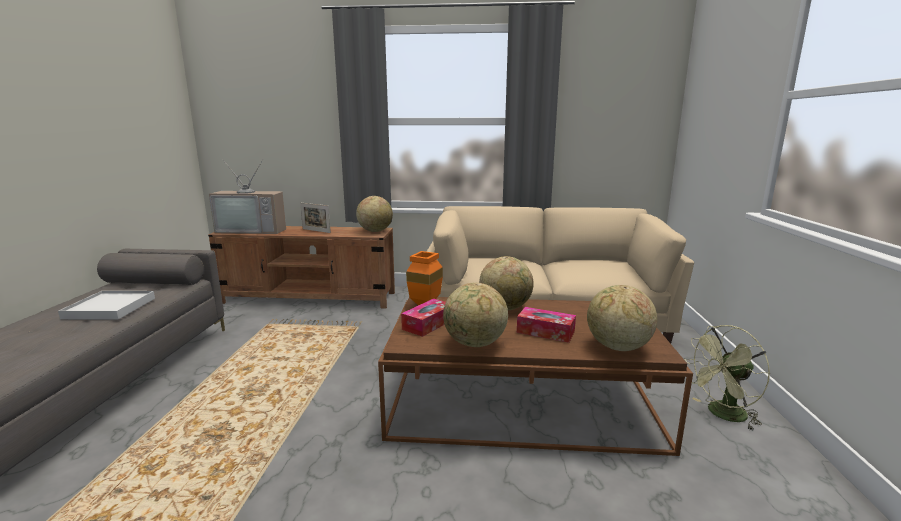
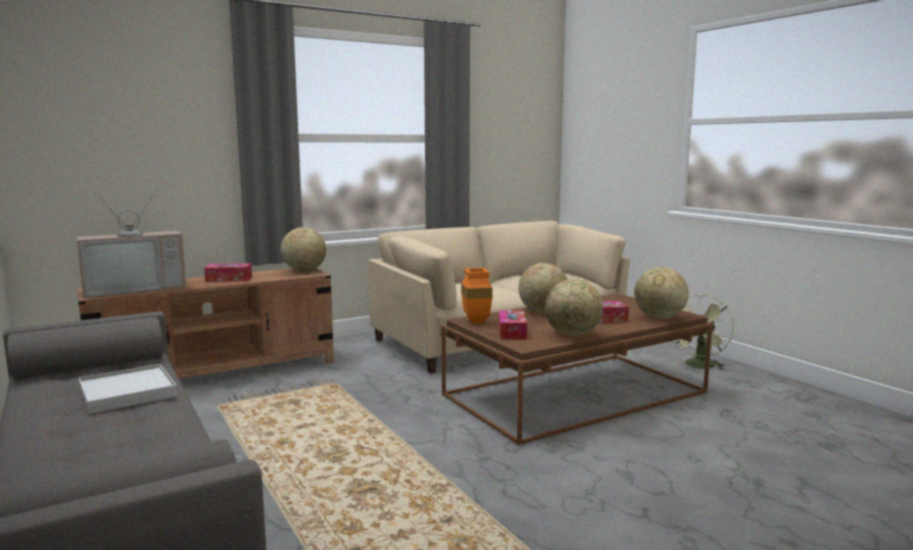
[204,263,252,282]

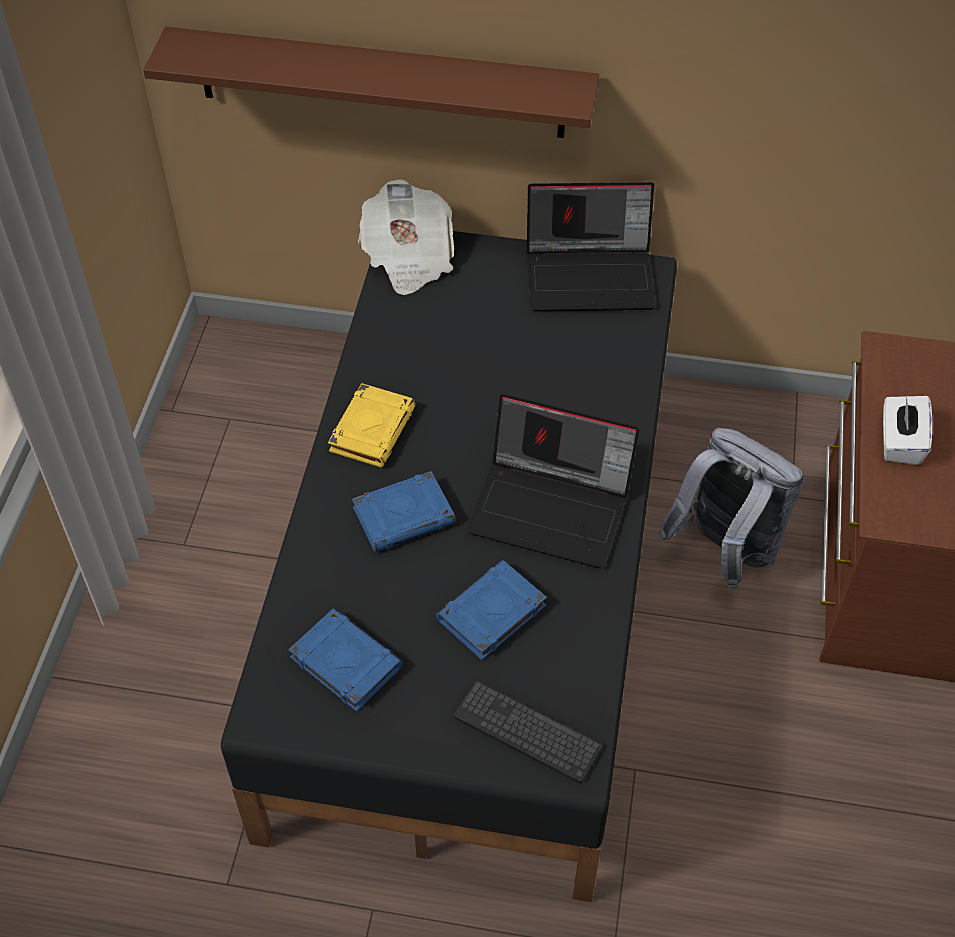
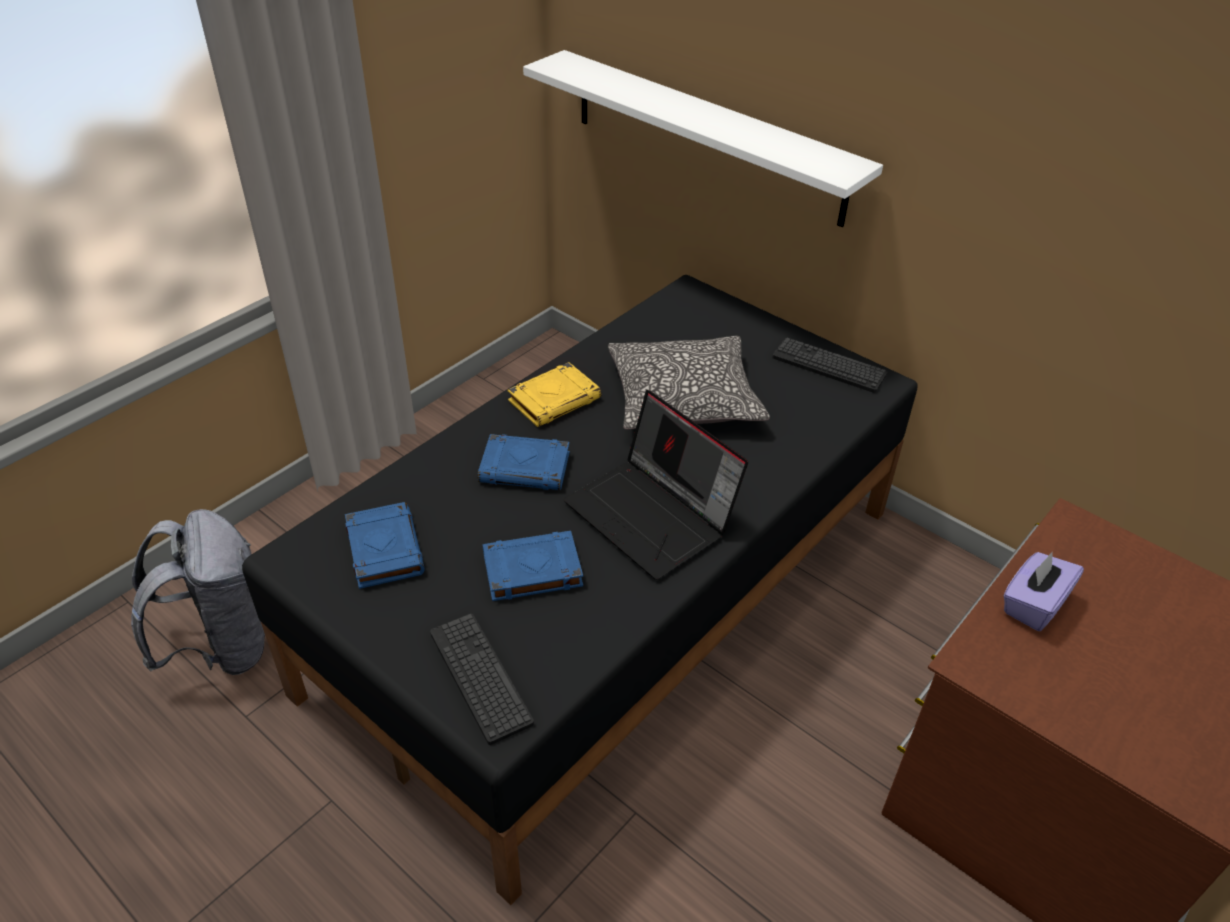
[131,509,265,675]
[523,50,883,227]
[608,336,770,430]
[772,338,887,393]
[1003,551,1084,631]
[358,180,454,295] (first image)

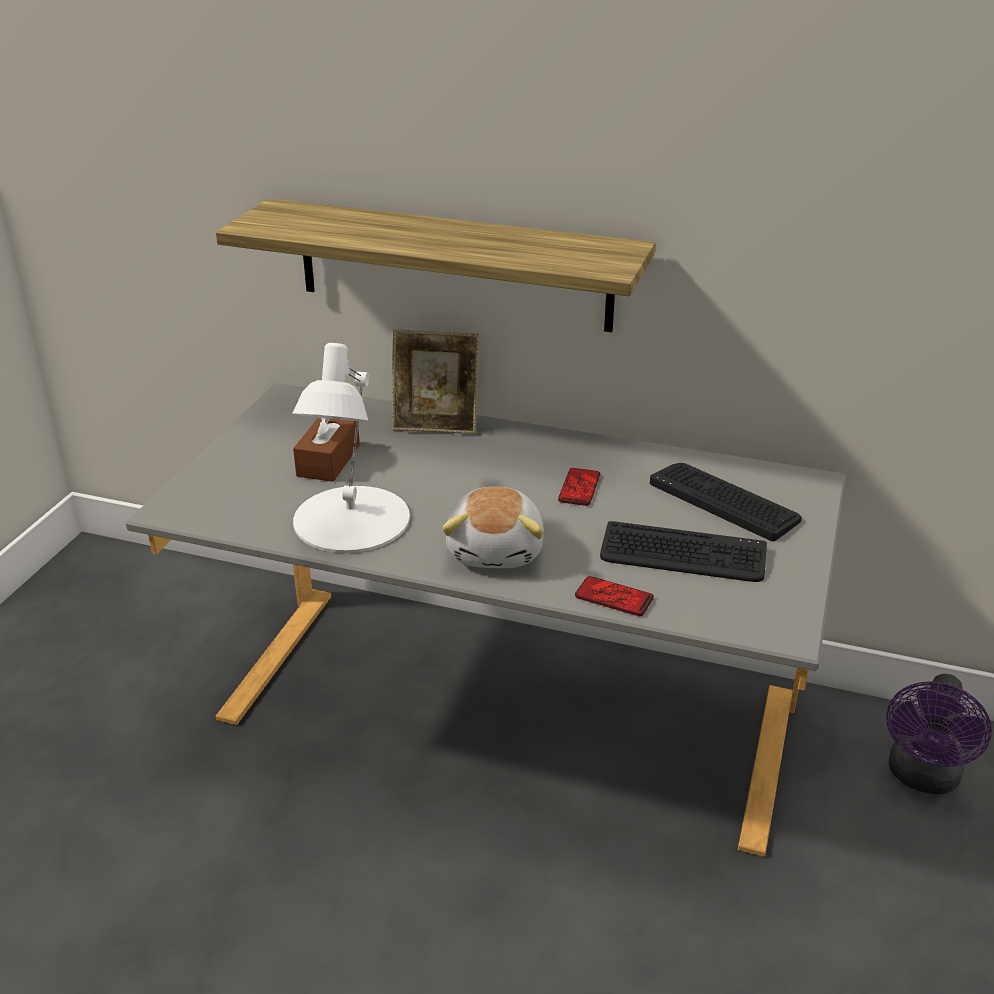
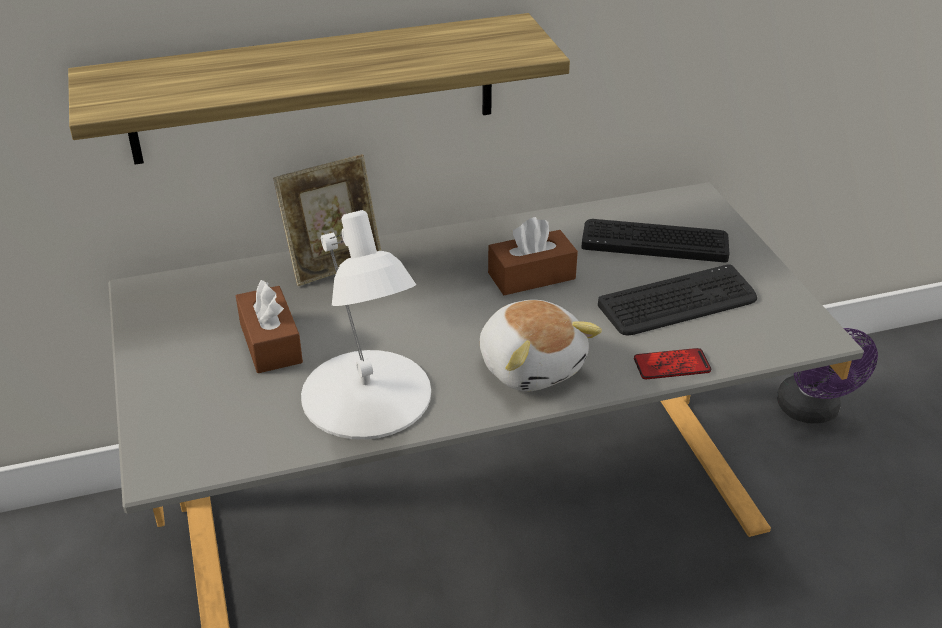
[488,217,578,295]

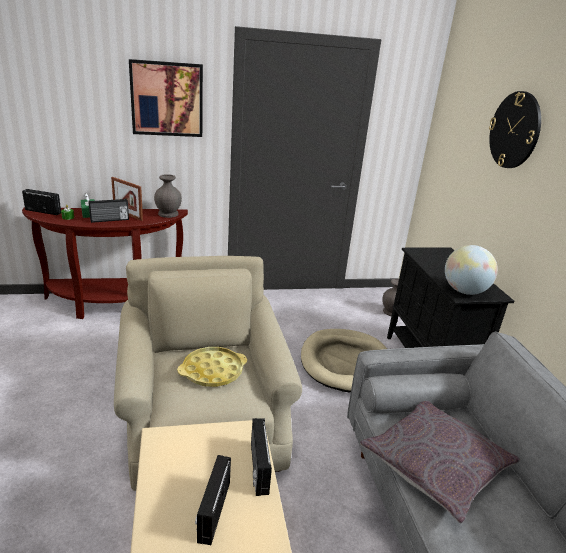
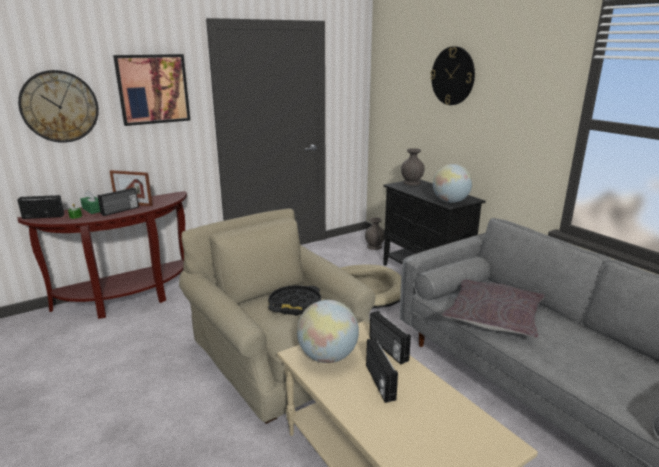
[18,70,99,143]
[268,285,321,316]
[297,300,359,363]
[401,148,425,186]

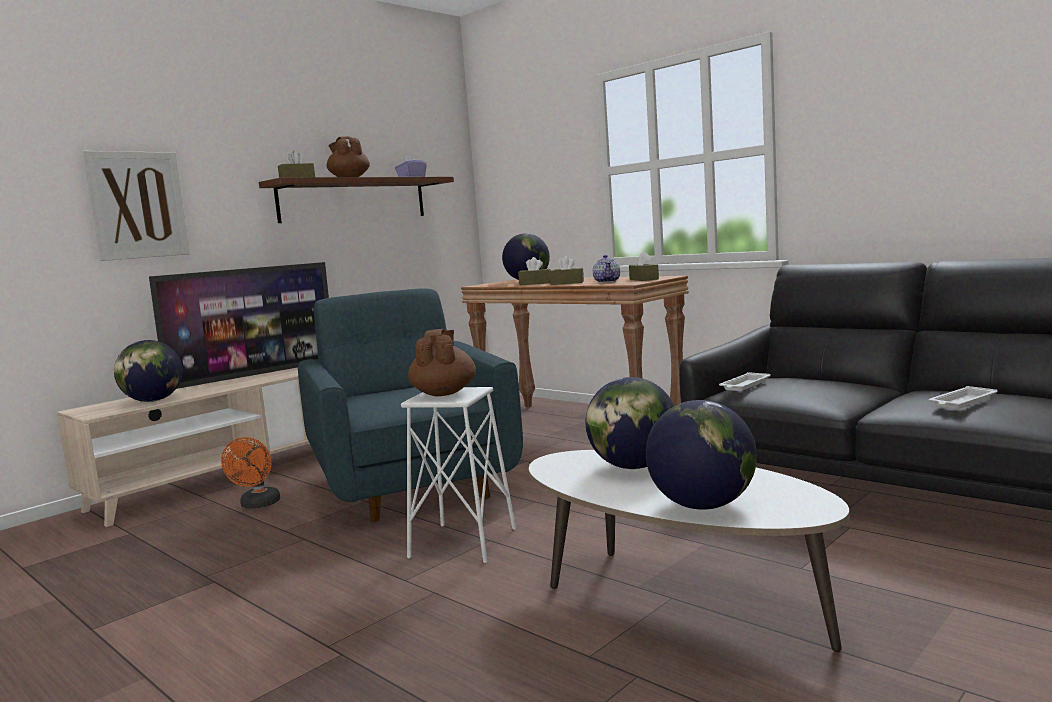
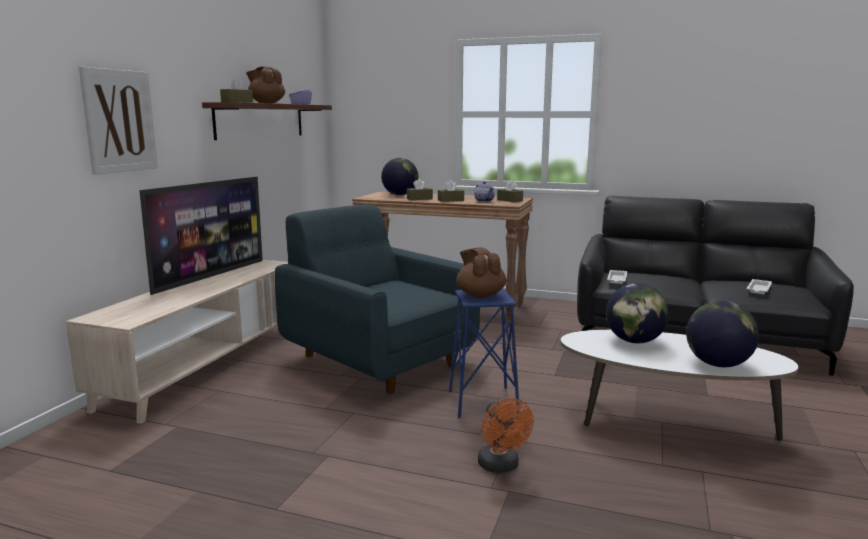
[449,289,519,418]
[478,398,534,473]
[114,340,183,402] (first image)

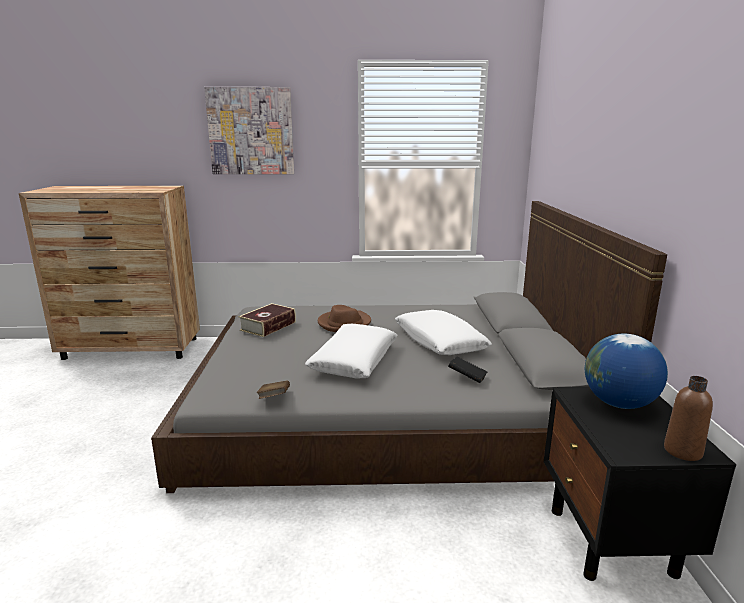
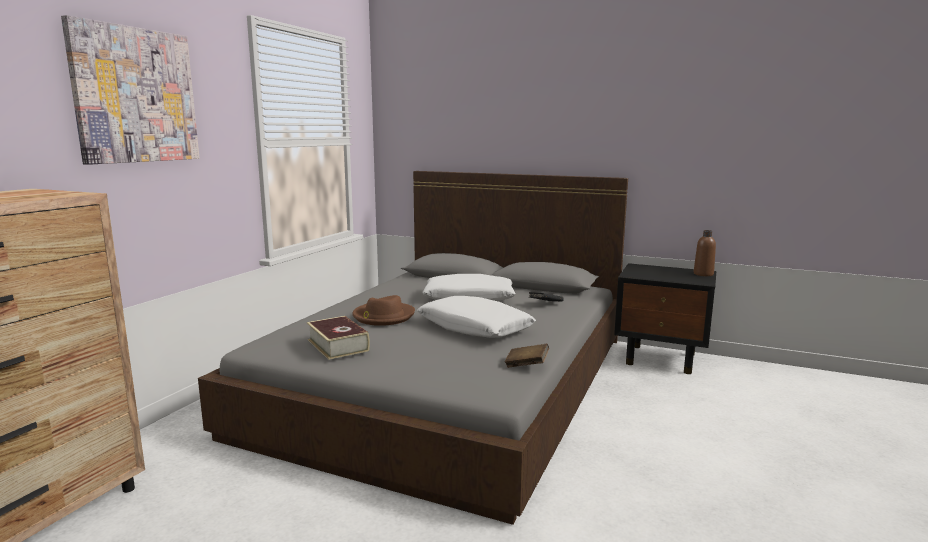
[585,334,668,409] (first image)

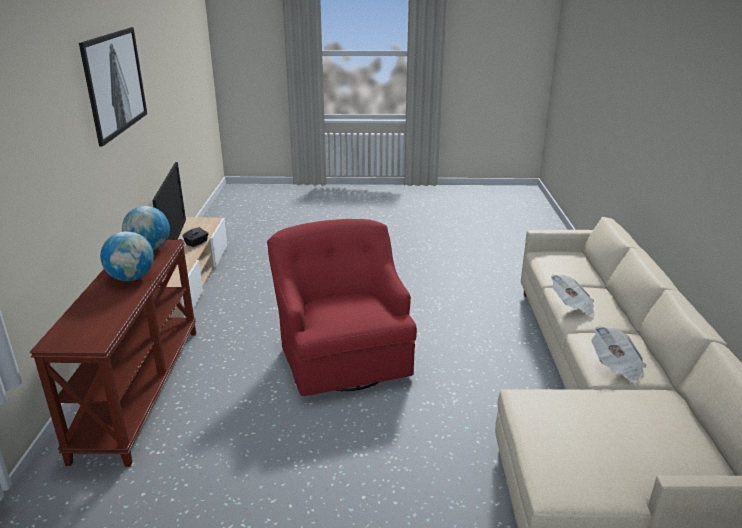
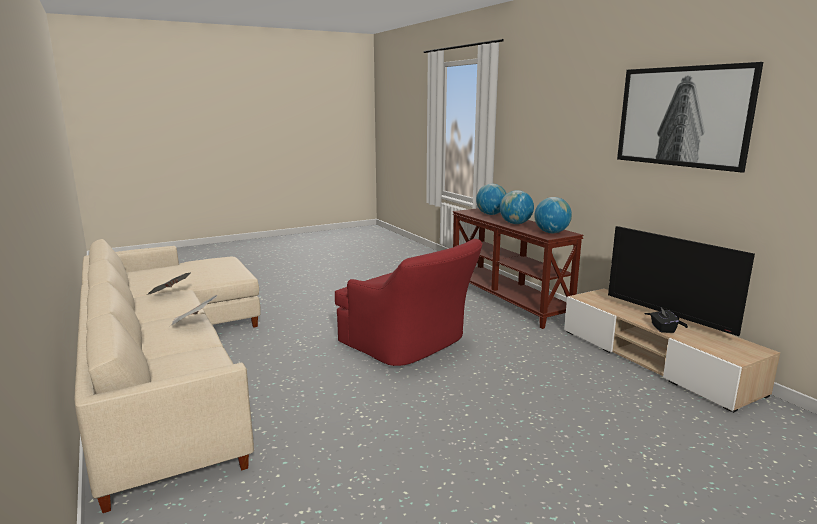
[476,184,507,215]

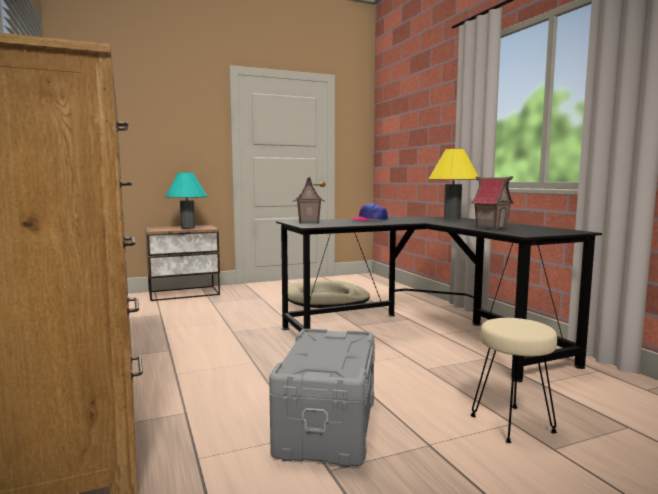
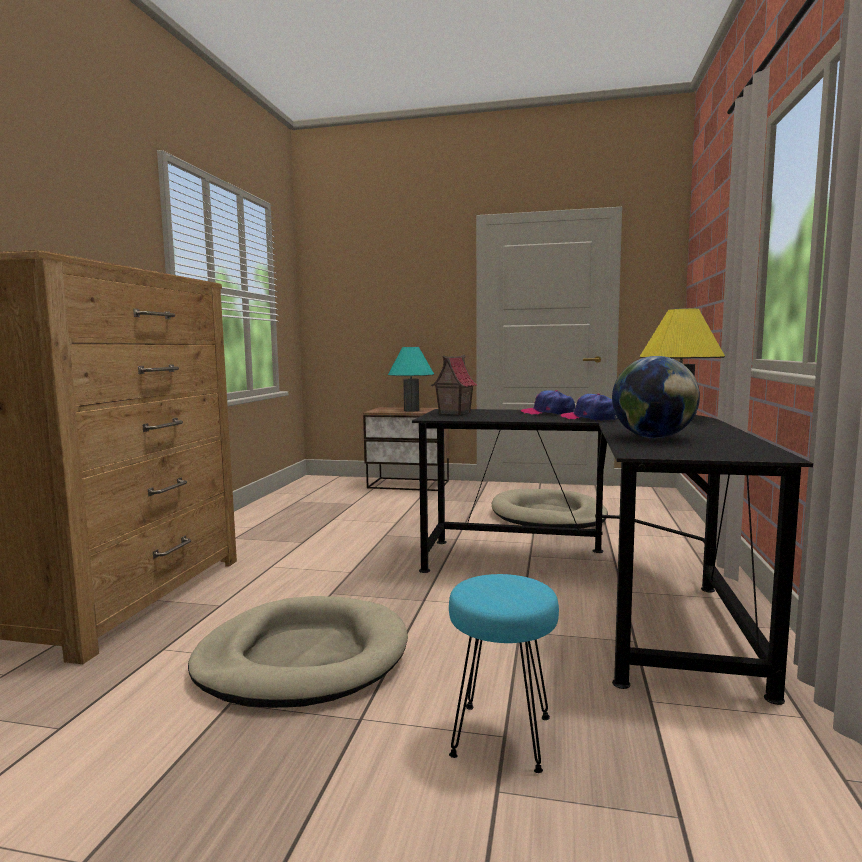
[188,596,408,708]
[449,574,559,773]
[561,394,618,421]
[612,356,700,438]

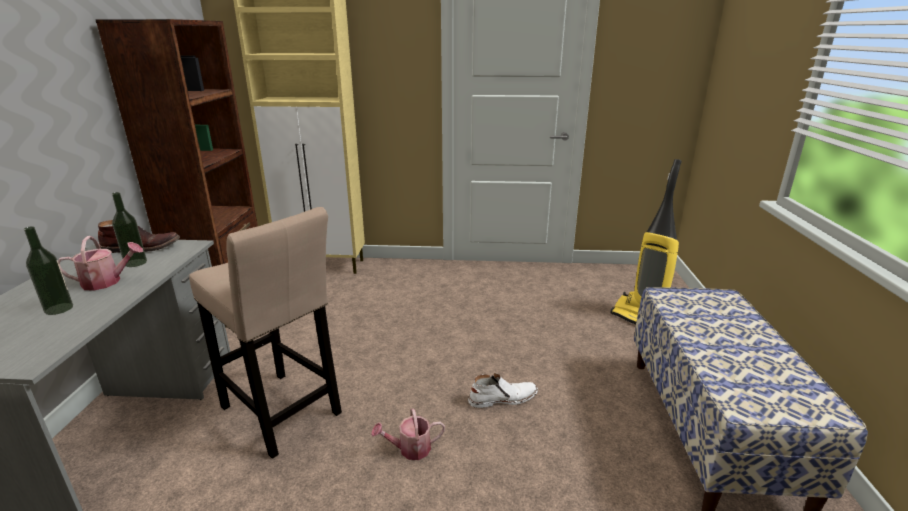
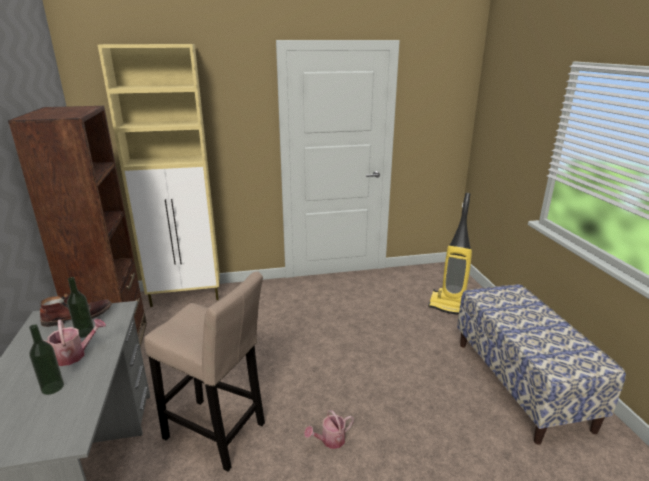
[468,373,538,408] (first image)

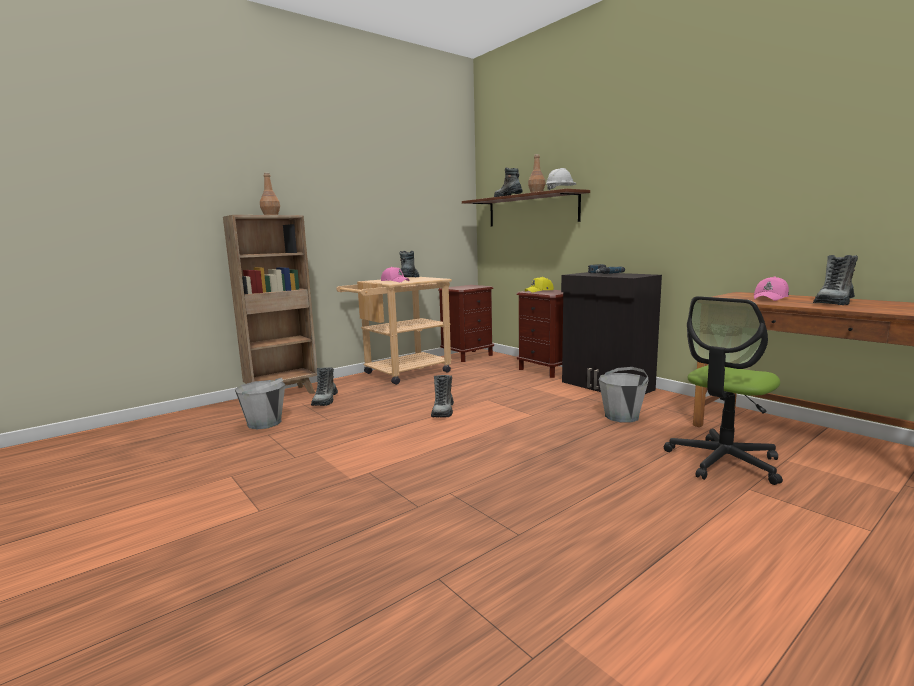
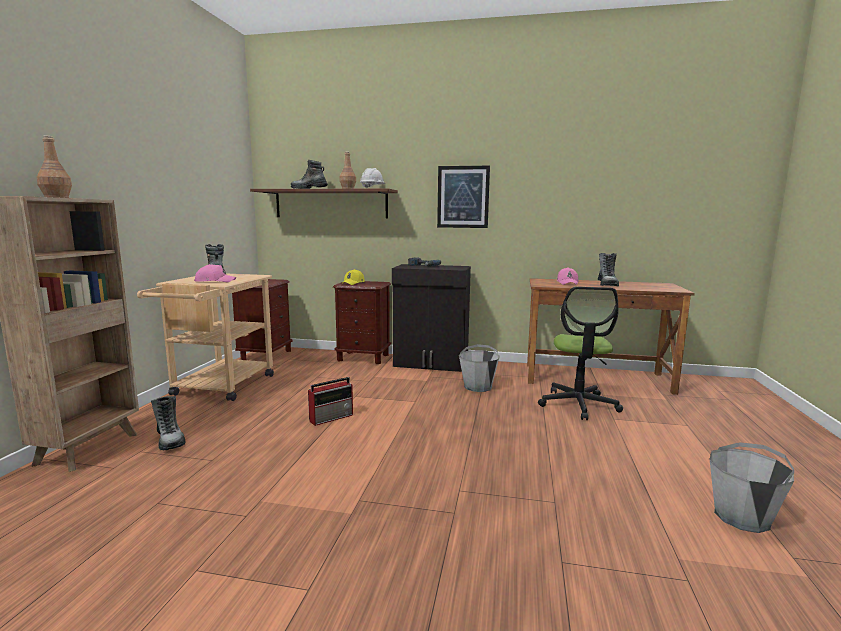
[308,377,353,426]
[437,166,490,228]
[710,442,794,533]

